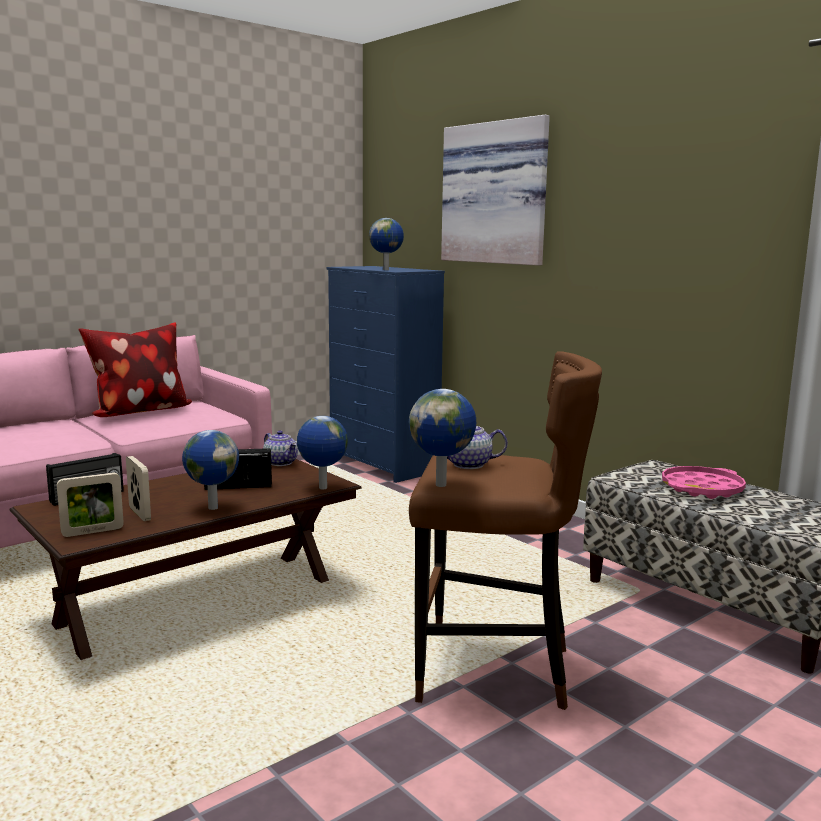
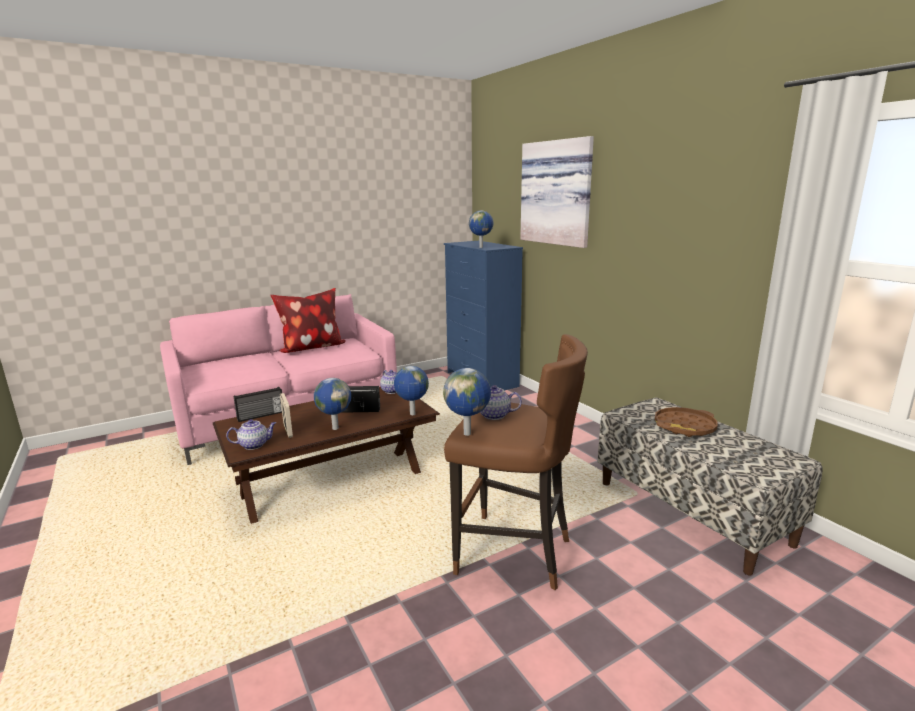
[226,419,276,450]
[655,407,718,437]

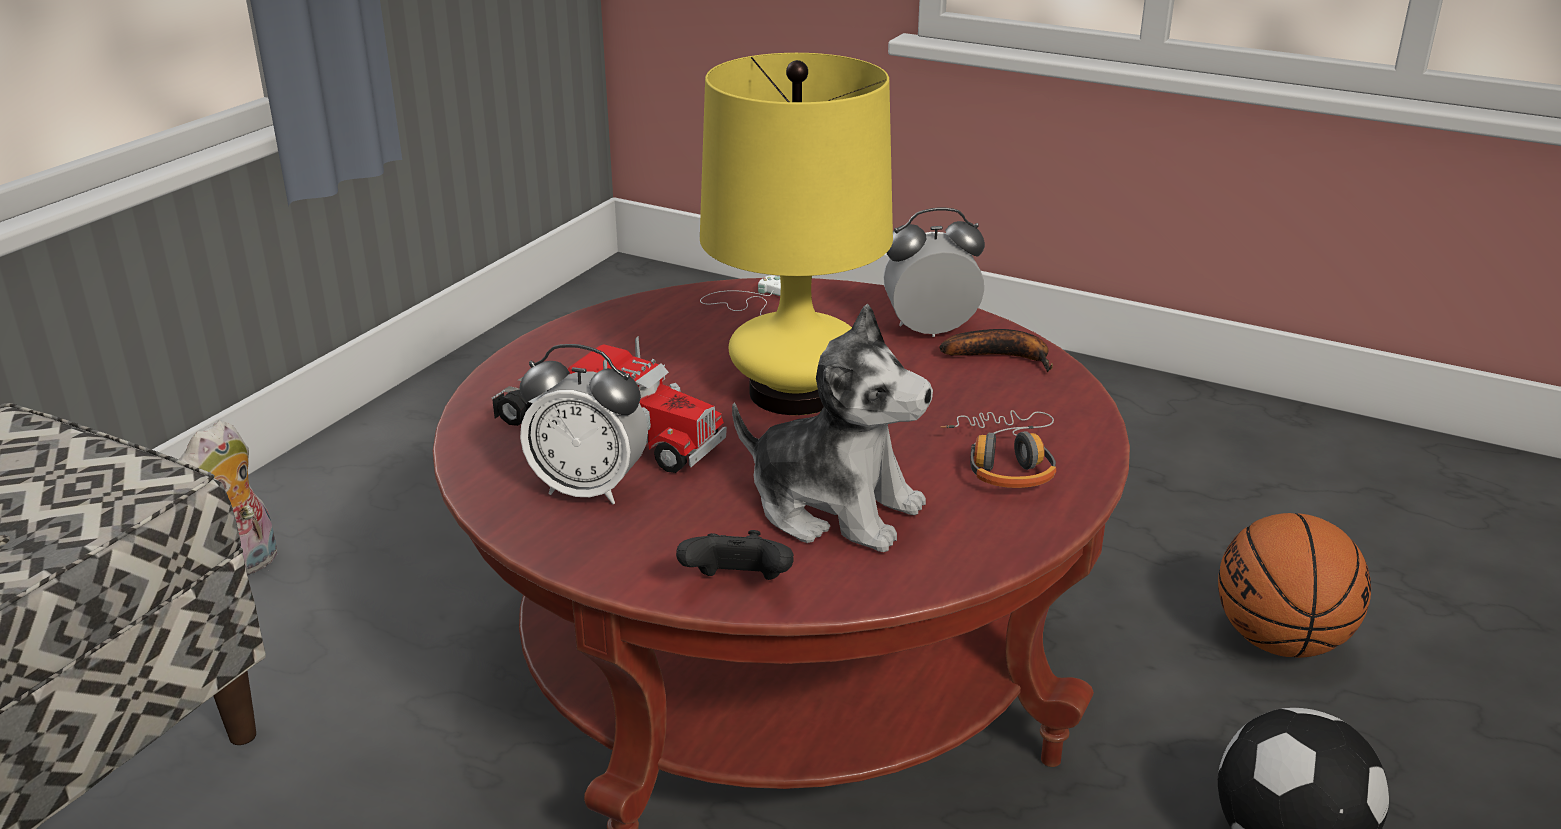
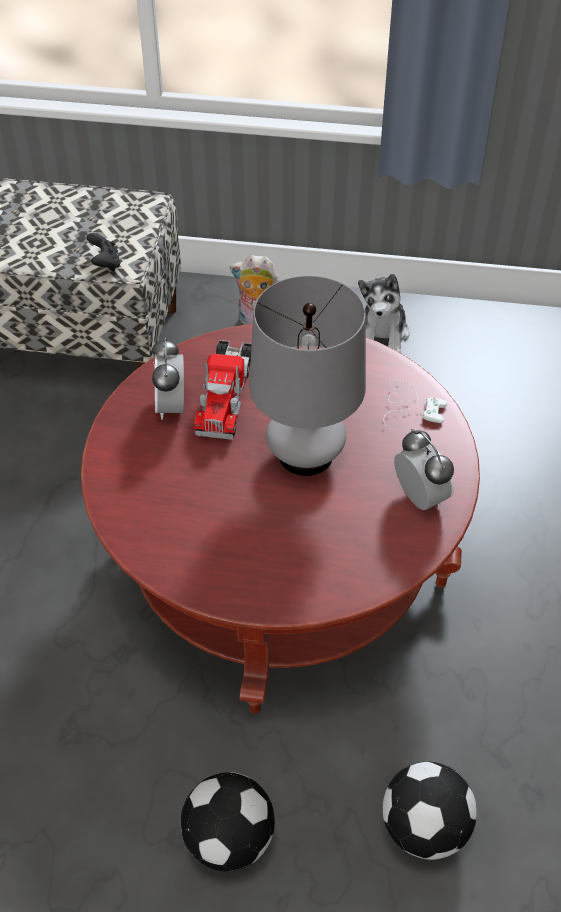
[87,233,121,271]
[249,276,366,476]
[358,274,409,352]
[383,761,477,860]
[940,329,1053,372] (first image)
[940,410,1056,488] (first image)

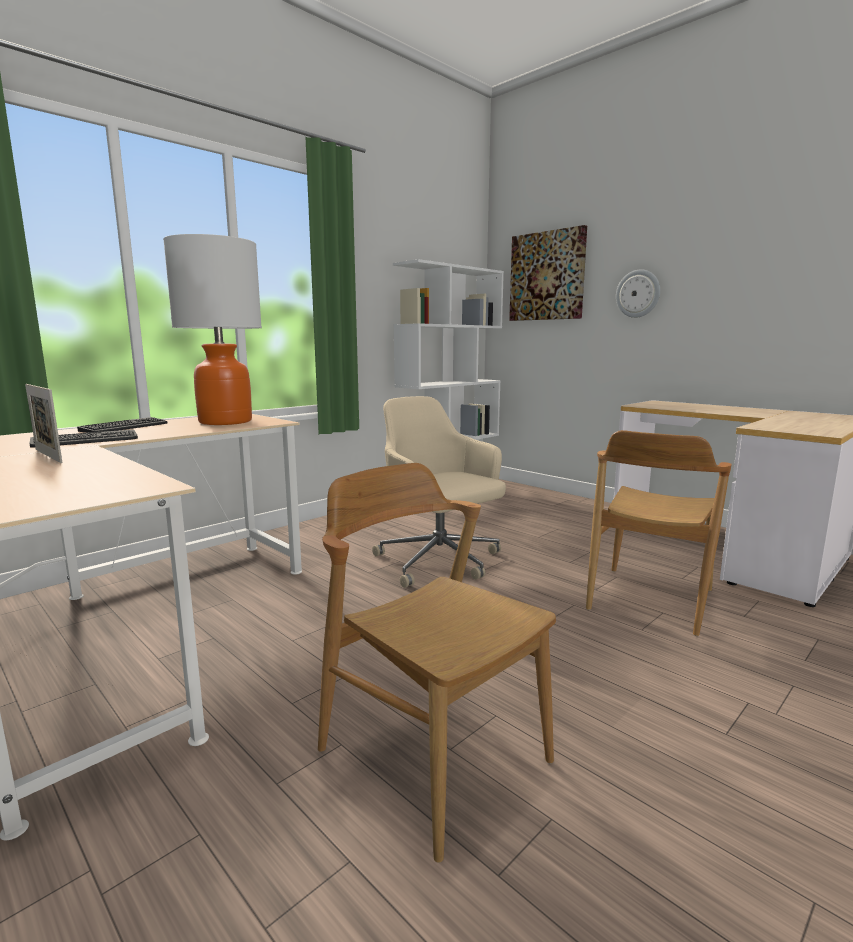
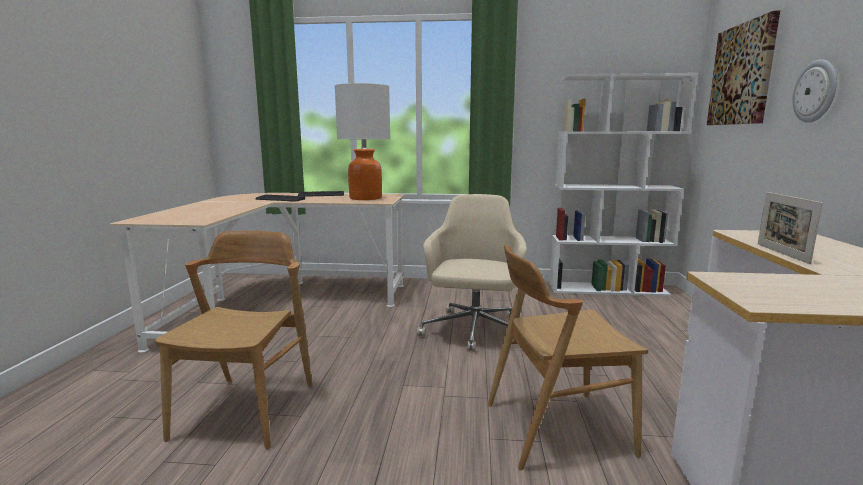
[758,192,823,264]

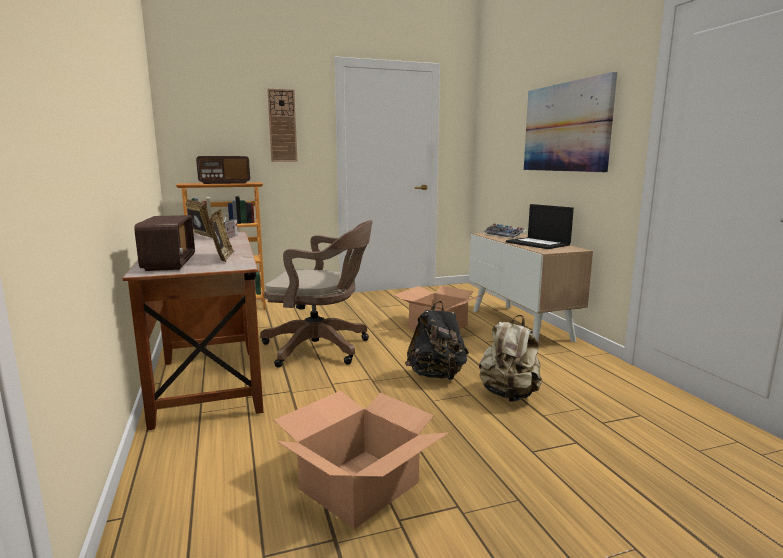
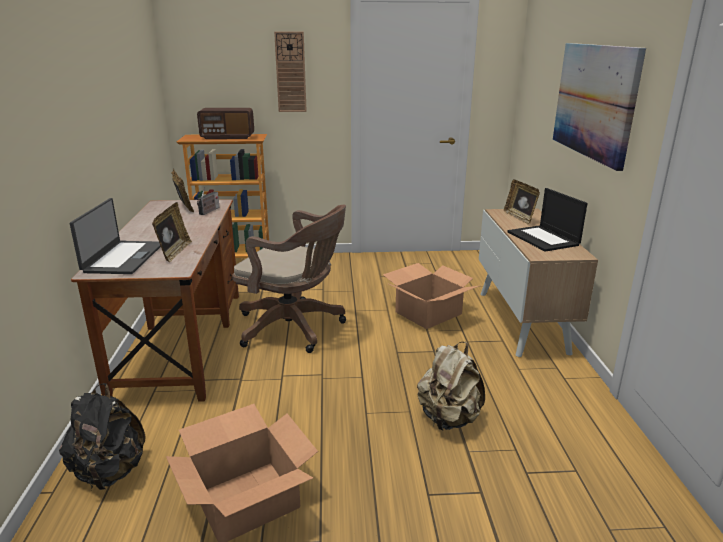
[59,383,145,490]
[70,198,161,274]
[504,179,540,224]

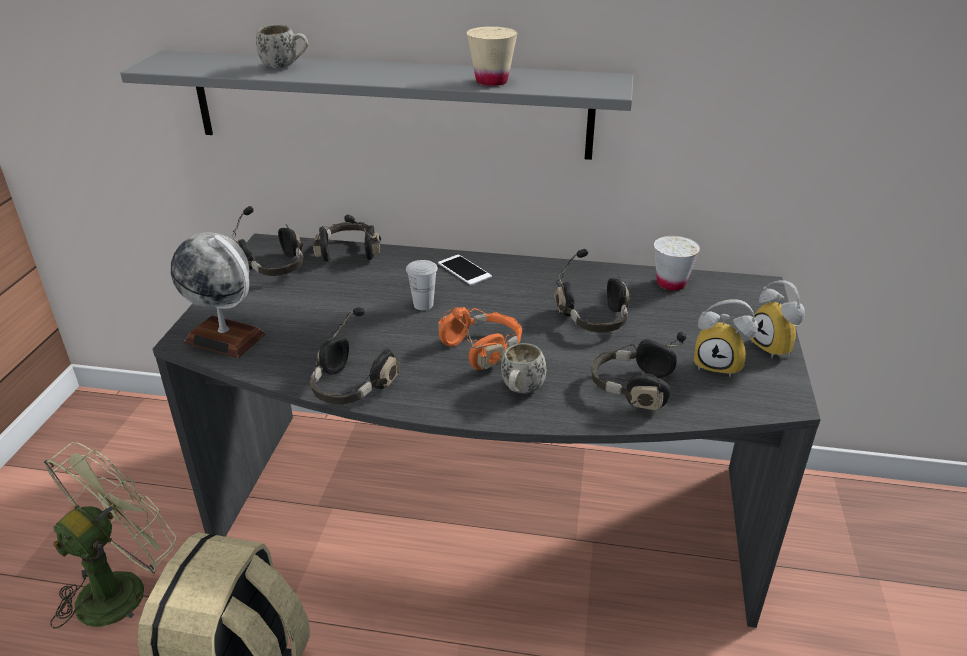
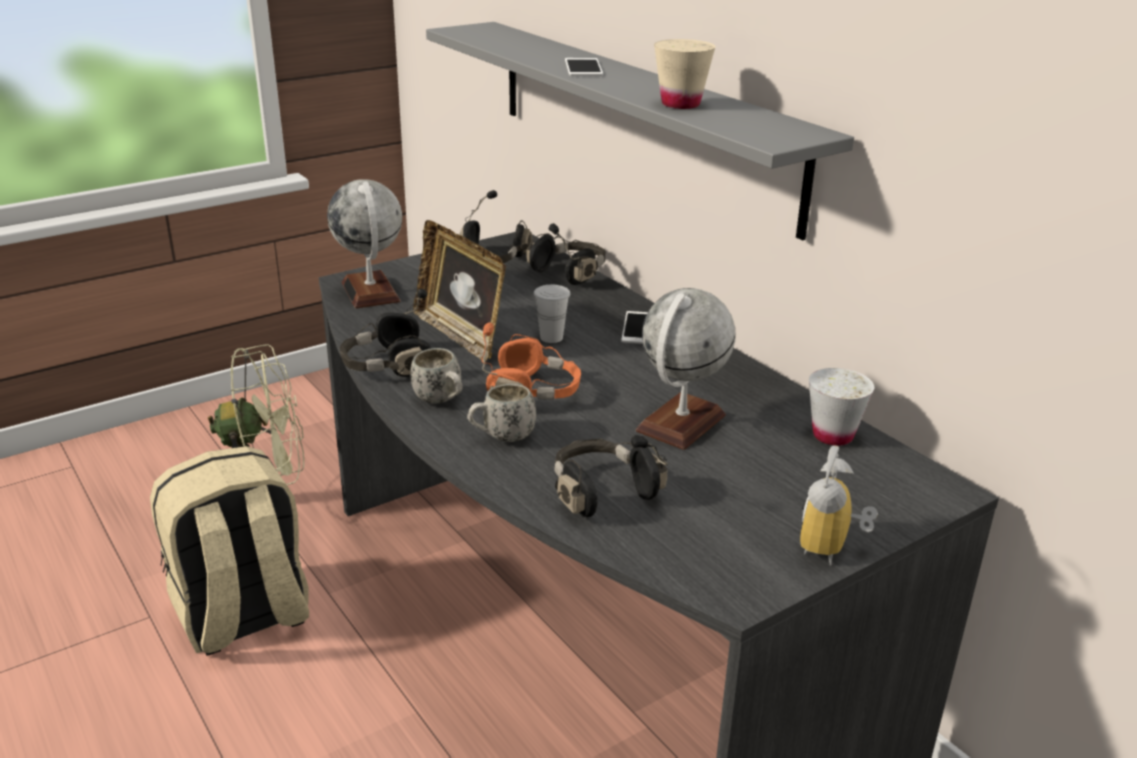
[410,348,463,404]
[413,220,506,362]
[565,58,603,76]
[636,288,735,450]
[694,299,758,377] (first image)

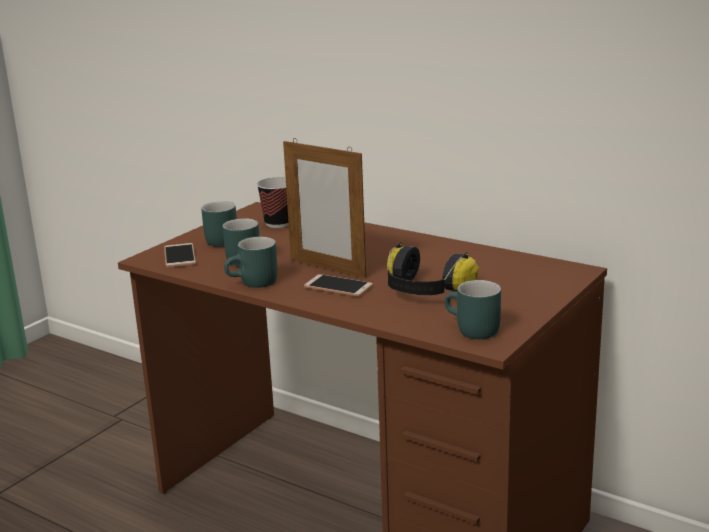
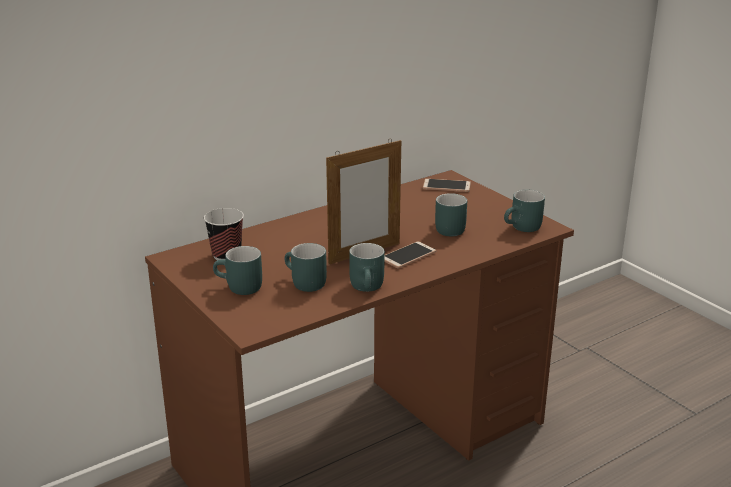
[423,179,471,192]
[435,193,467,236]

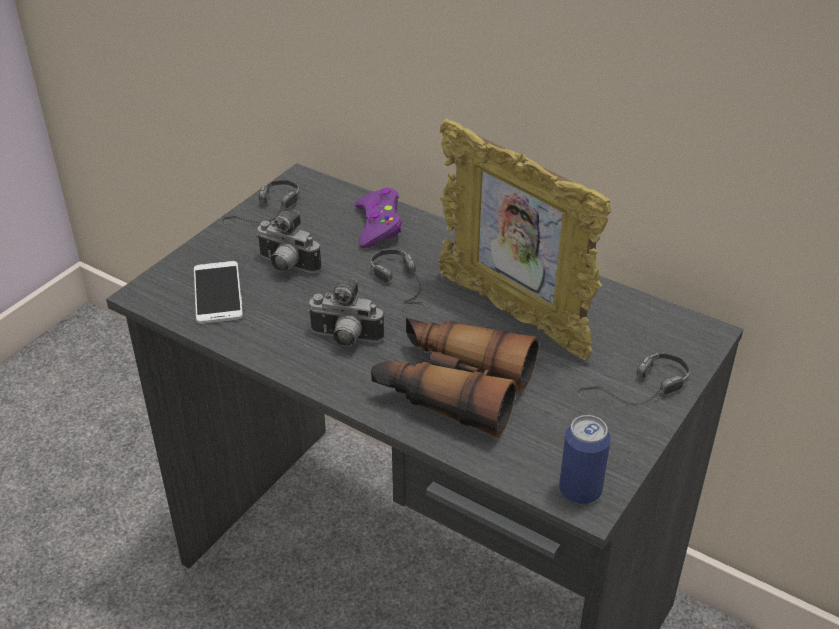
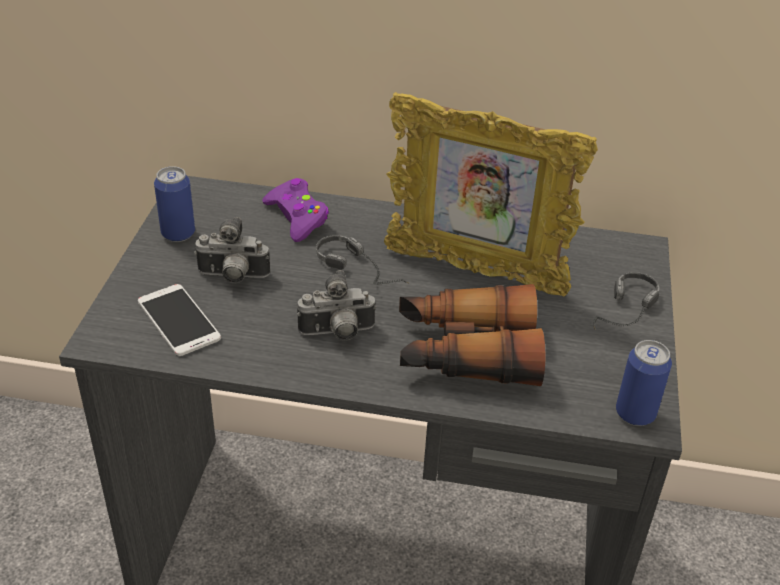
[154,166,195,242]

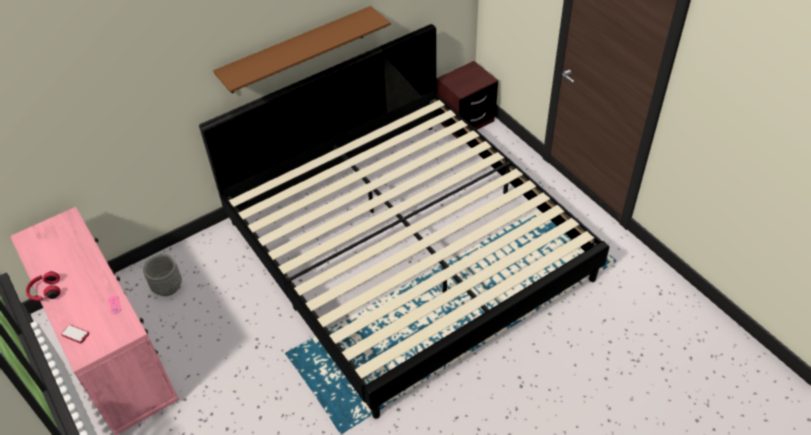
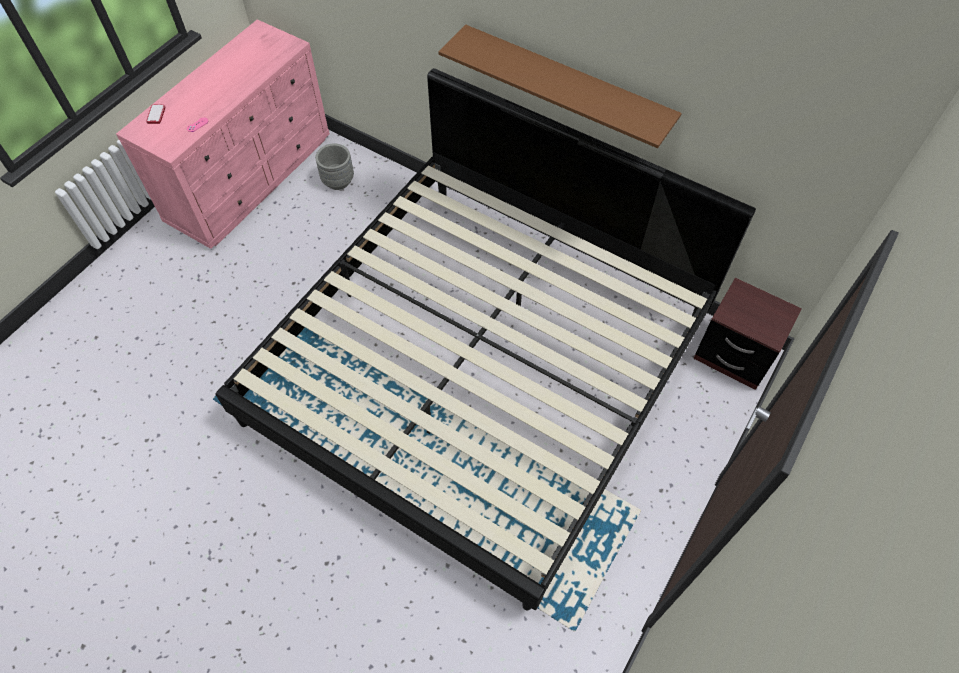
[26,271,60,301] (first image)

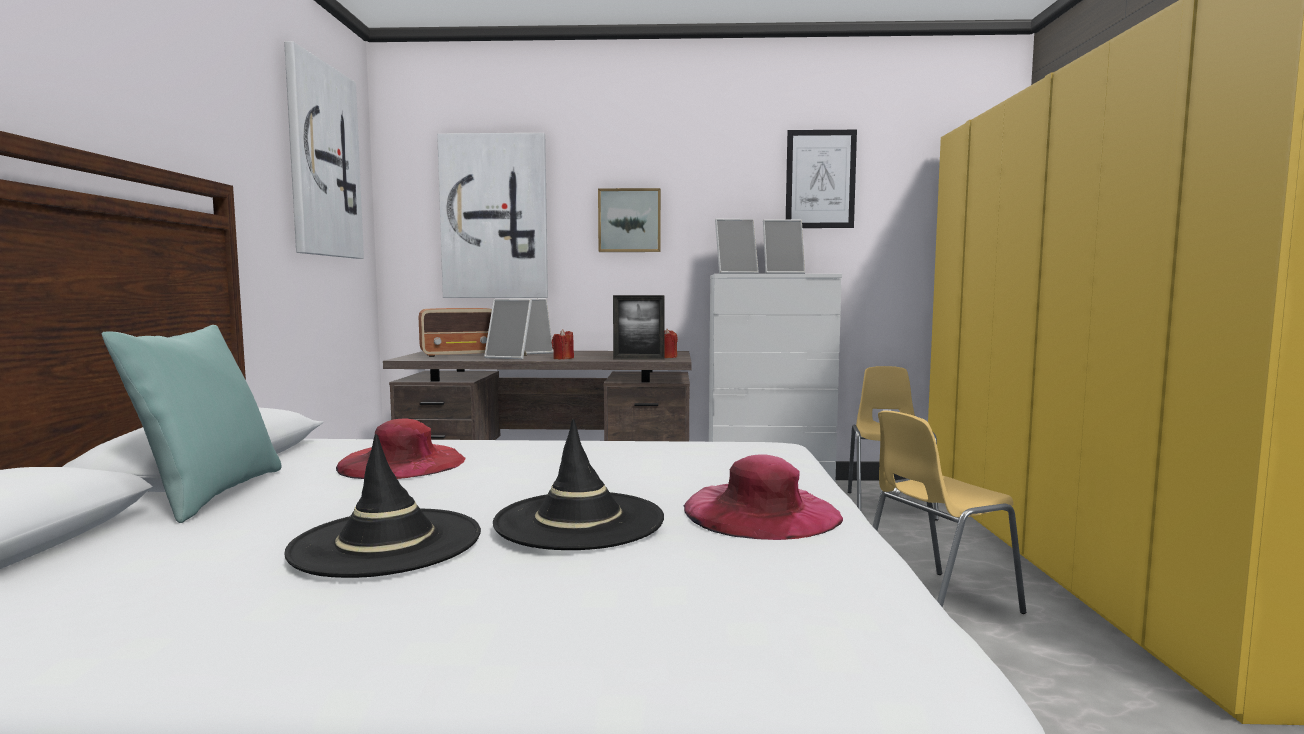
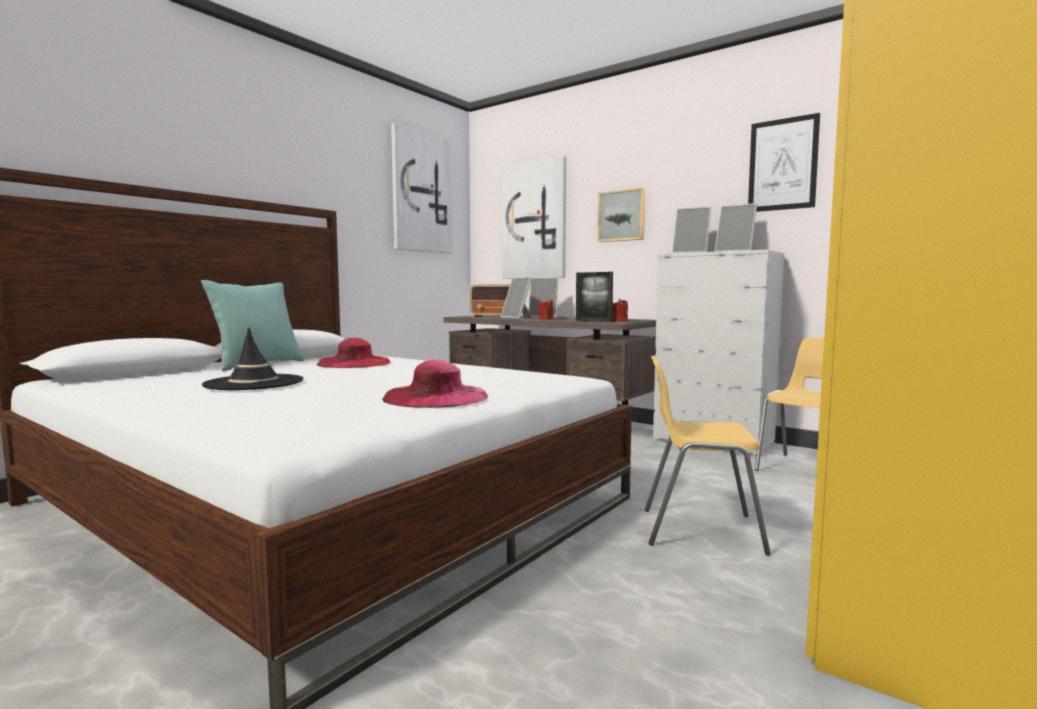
[493,419,664,550] (first image)

